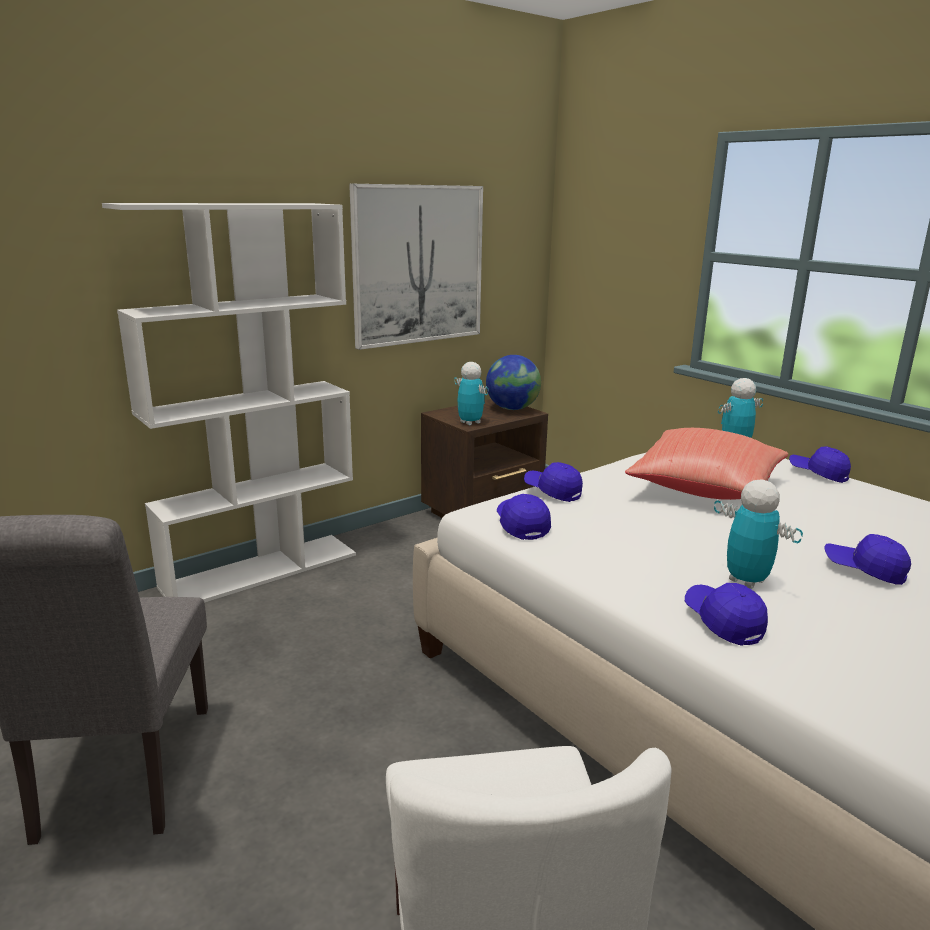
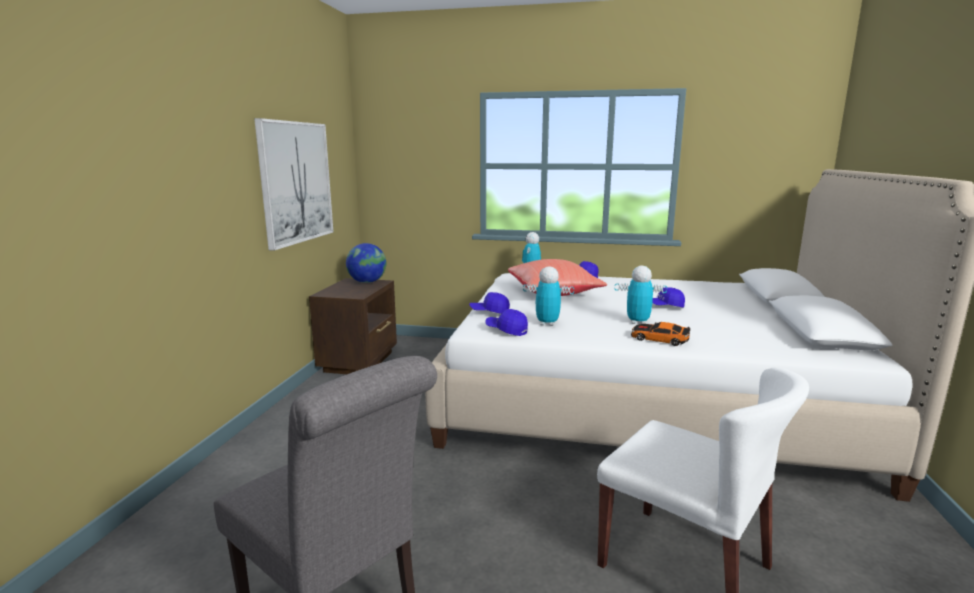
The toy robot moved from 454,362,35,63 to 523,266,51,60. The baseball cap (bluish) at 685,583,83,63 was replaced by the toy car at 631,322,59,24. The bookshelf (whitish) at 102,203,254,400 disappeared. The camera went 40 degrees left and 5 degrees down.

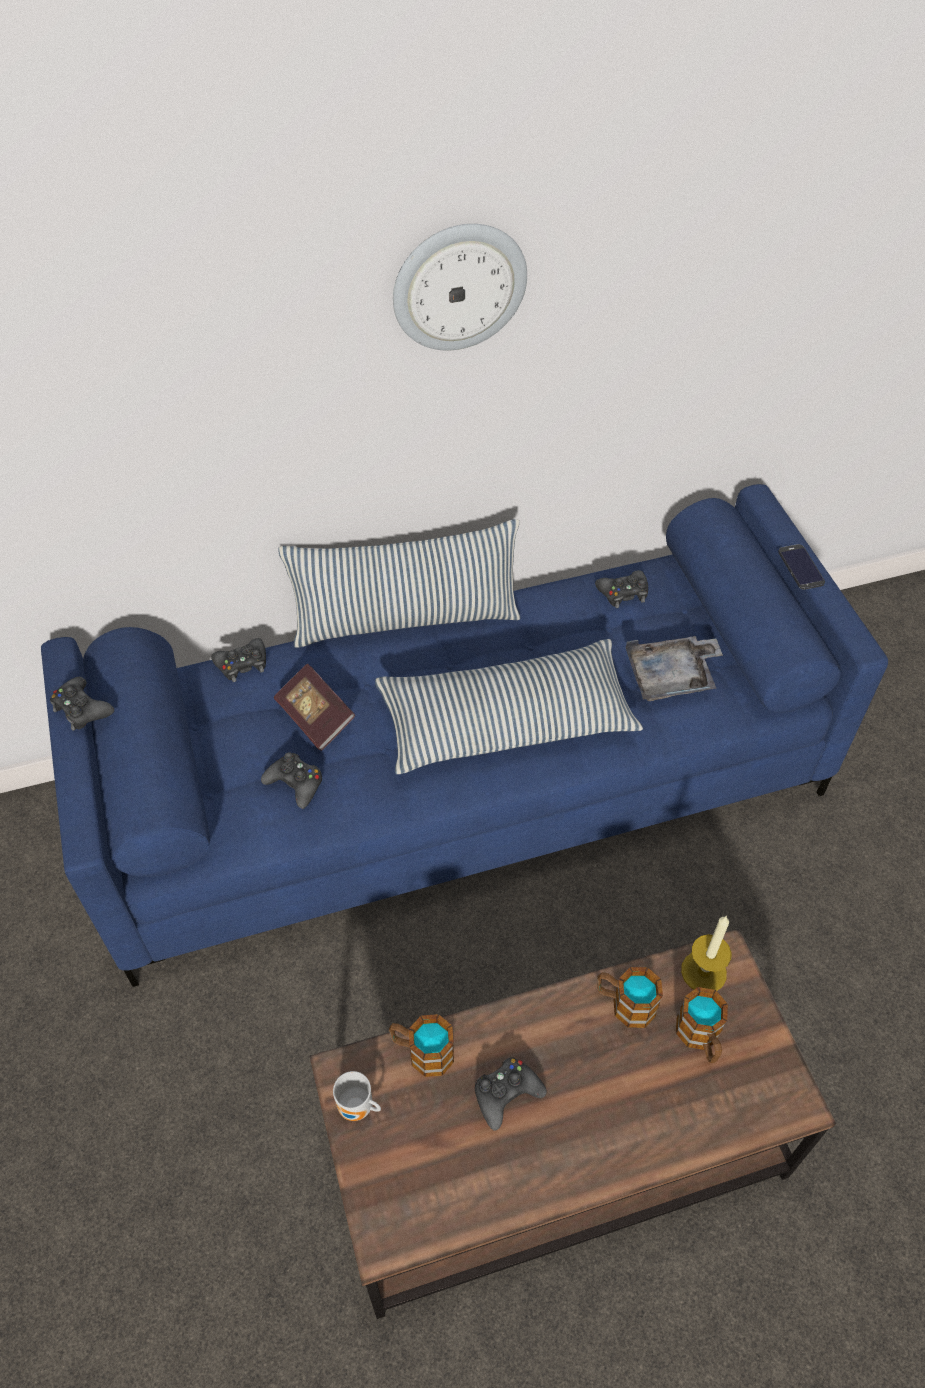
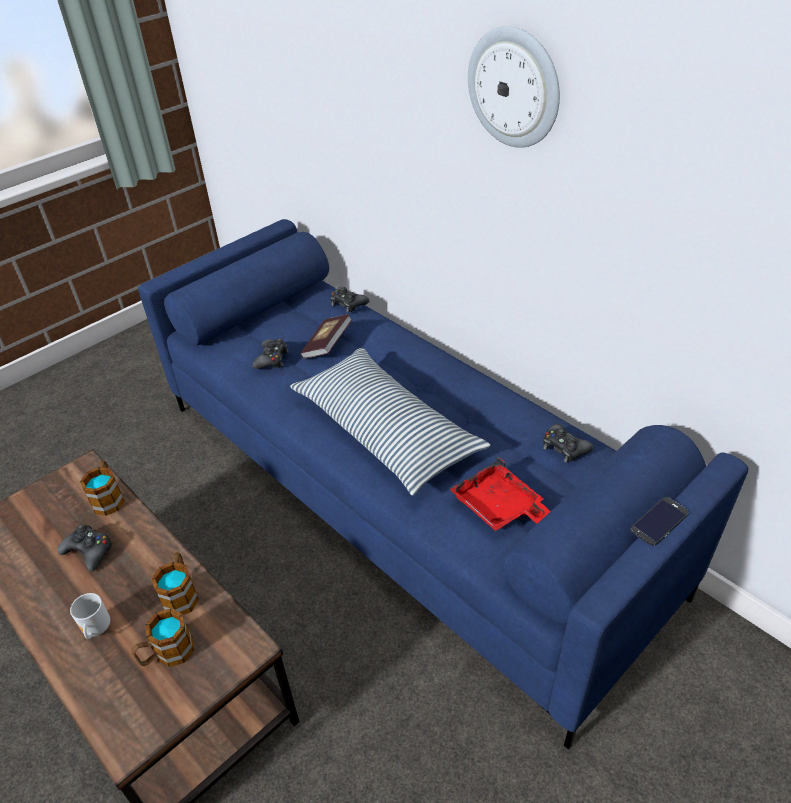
The coffee mug moved from 333,1071,48,50 to 70,593,40,47. The serving tray (gray) at 626,636,97,65 became the serving tray (red) at 449,457,102,74. The game controller (black-coloured) at 50,677,64,54 disappeared. The cushion at 278,519,243,129 disappeared. The candle at 681,915,50,76 disappeared. The camera went 65 degrees right and 10 degrees down.

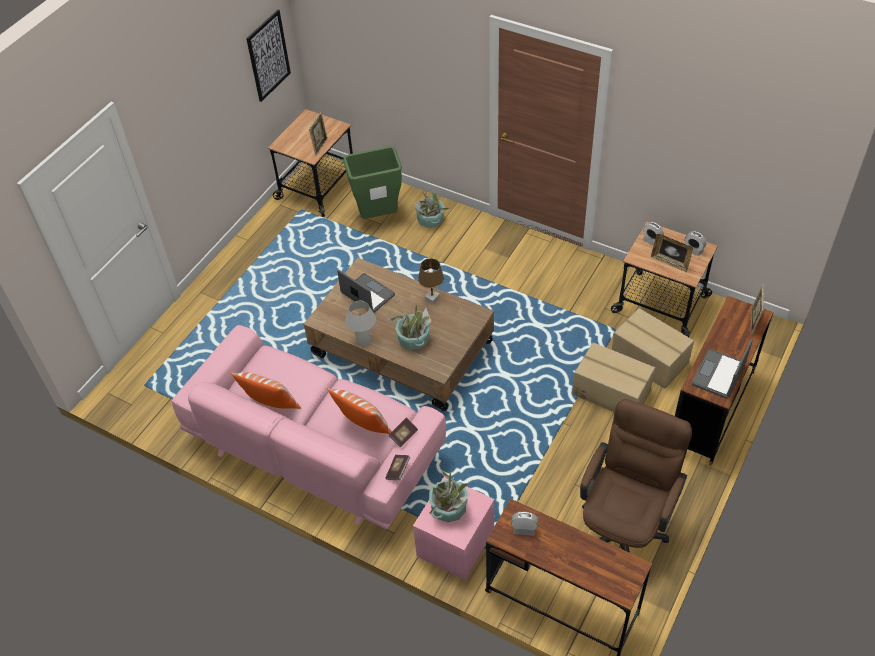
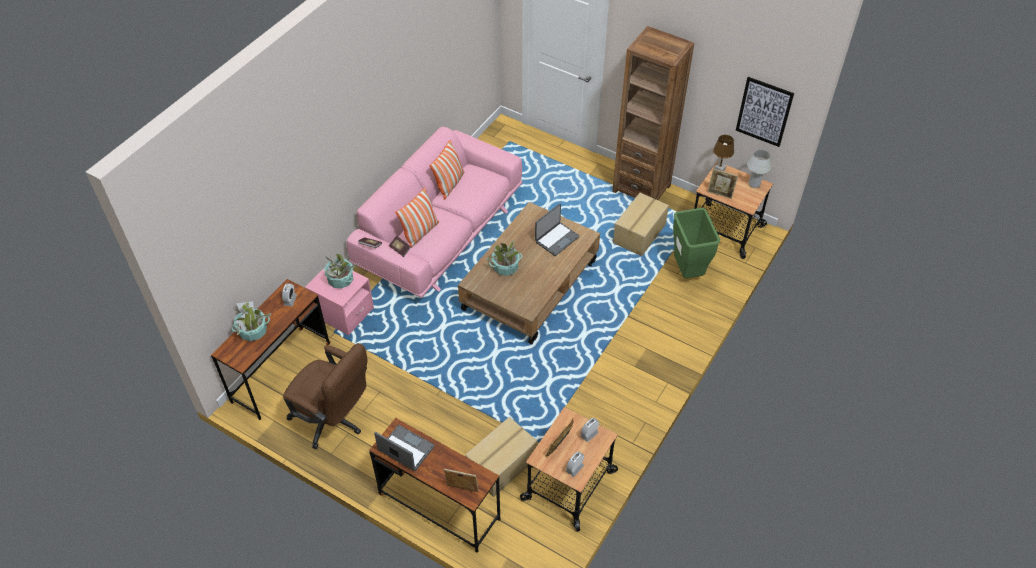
The potted plant moved from 414,192,38,36 to 231,301,40,40. The bookshelf (brown-coloured) at 612,26,82,174 appeared. The carton moved from 572,342,83,71 to 613,193,56,63. The table lamp (brown-coloured) moved from 418,258,26,47 to 713,135,21,36. The table lamp (whitish) moved from 345,301,31,45 to 747,149,24,39. The camera went 90 degrees right and 0 degrees up.

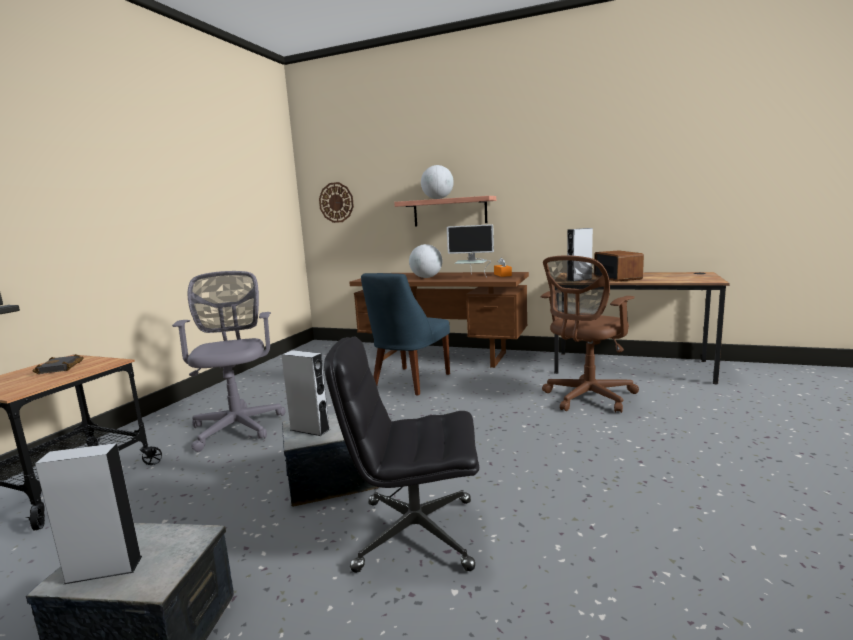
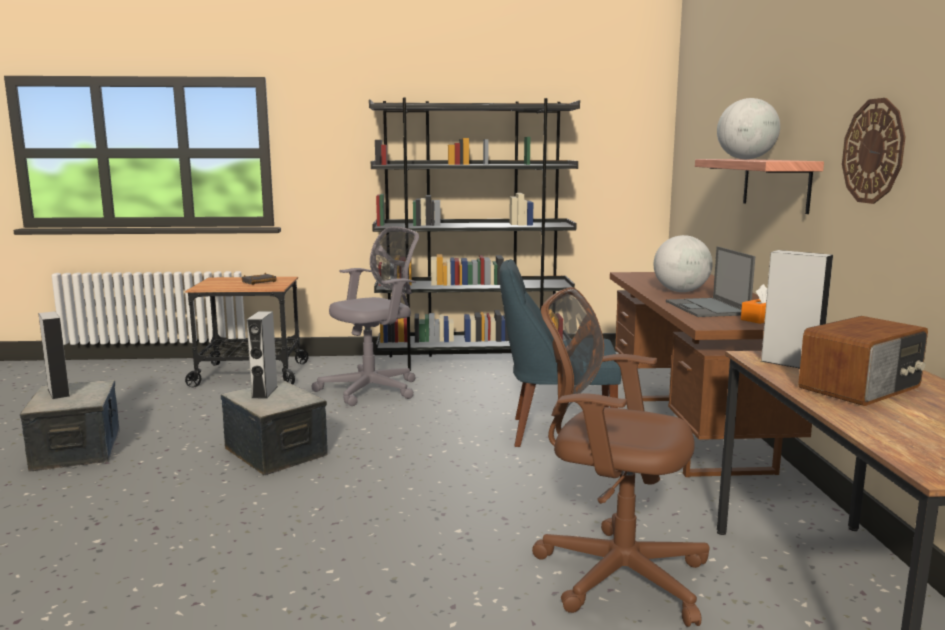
The bookshelf (black-coloured) at 369,98,211,273 appeared. The computer screen at 447,224,47,54 was replaced by the portable computer at 666,246,89,71. The wall clock moved from 319,182,35,41 to 842,98,63,106. The office chair (black-coloured) at 324,336,155,237 disappeared. The camera went 65 degrees right and 0 degrees up.

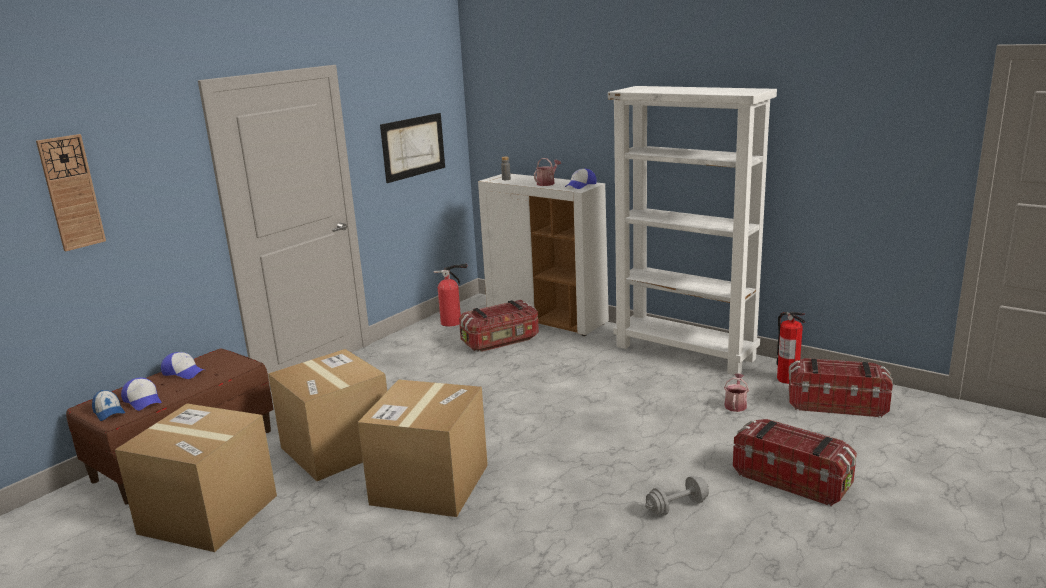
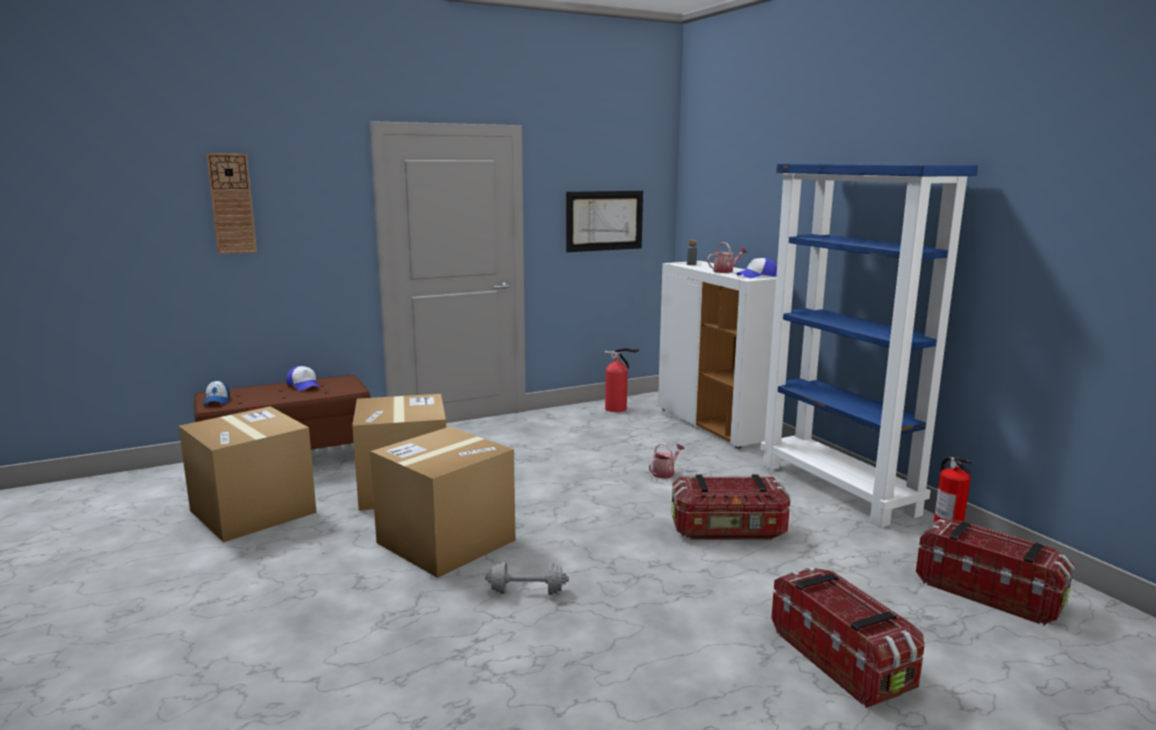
The free weight (gray) moved from 645,476,64,40 to 485,562,84,33. The watering can moved from 724,374,25,38 to 649,443,36,36. The storage bin moved from 459,300,80,52 to 671,474,119,66. The bookshelf (whitish) at 608,86,169,289 became the bookshelf (bluish) at 761,164,217,364. The baseball cap at 121,377,41,34 disappeared. The camera went 25 degrees right and 5 degrees down.

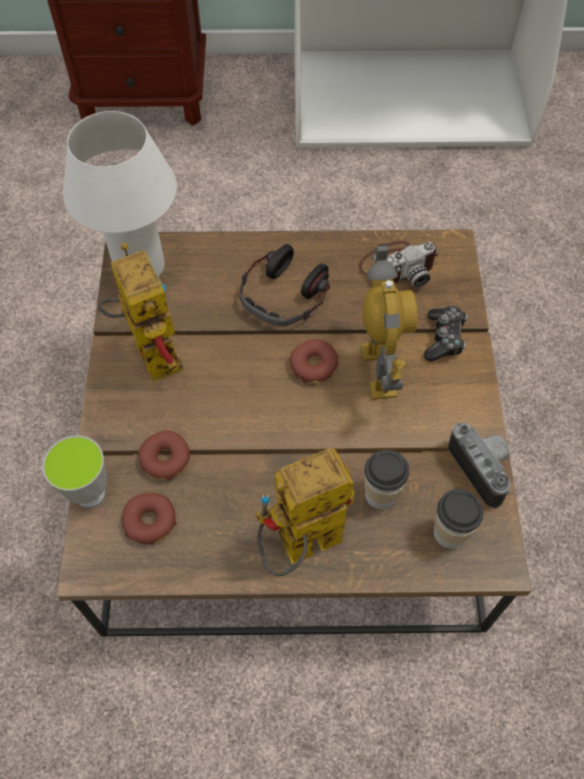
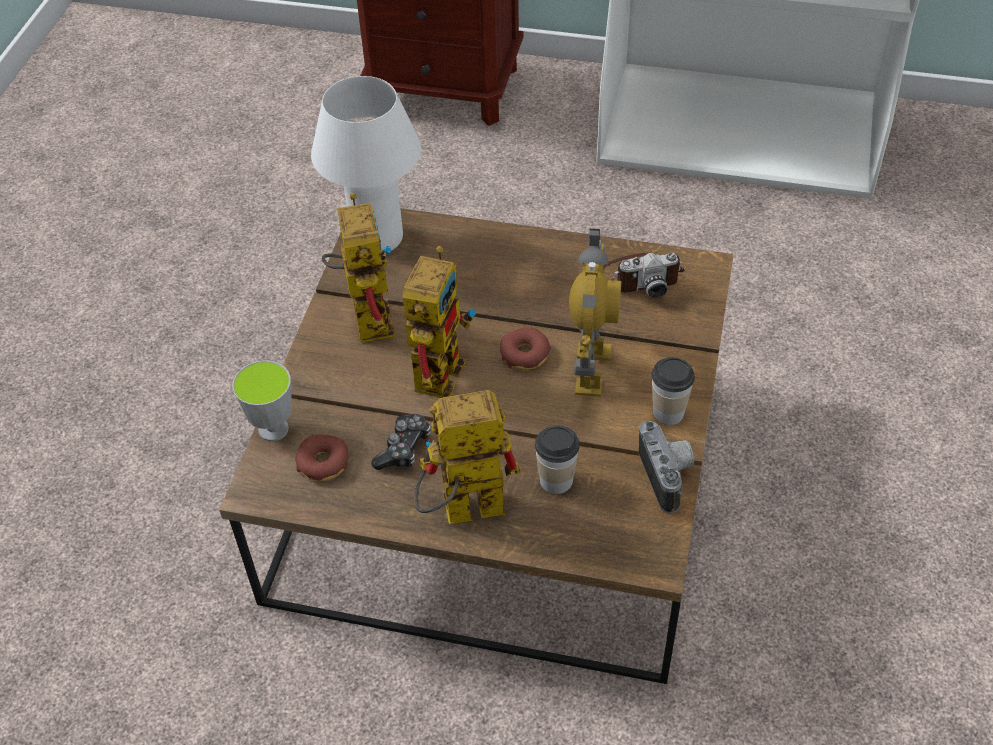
The game controller moved from 424,306,44,56 to 371,414,60,56. The toy robot at 403,246,73,152 appeared. The cup moved from 433,489,50,60 to 652,357,43,68. The ring doughnut at 138,431,53,50 disappeared. The pair of headphones at 239,244,91,82 disappeared. The camera went 15 degrees right and 10 degrees down.

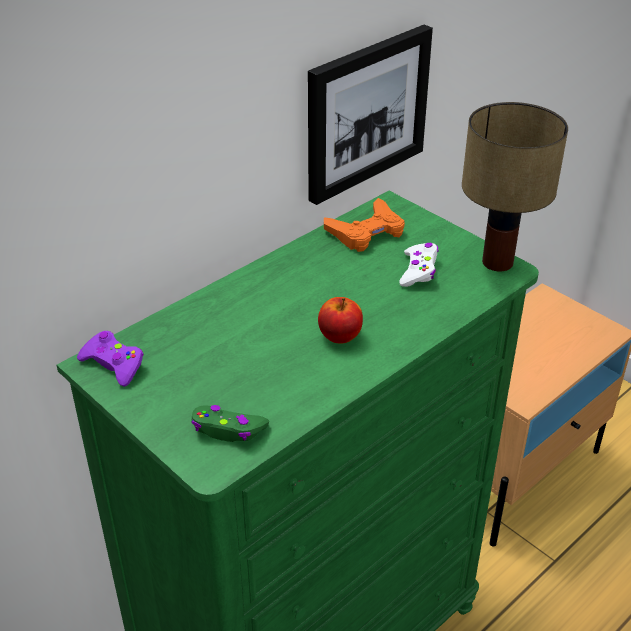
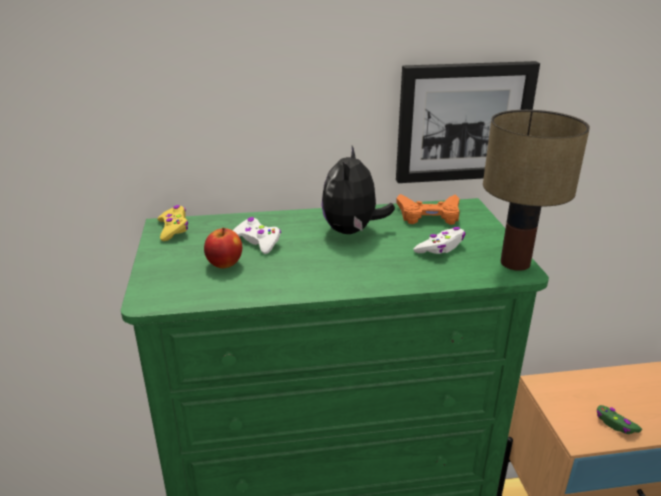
The game controller (purple) at 77,331,67,56 became the game controller (yellow) at 157,205,31,36. The apple moved from 318,297,45,46 to 204,228,38,40. The game controller (whitish) at 233,217,48,37 appeared. The plush toy at 321,146,74,88 appeared. The game controller (green-coloured) moved from 191,405,78,37 to 597,405,45,29. The camera went 35 degrees right and 10 degrees down.

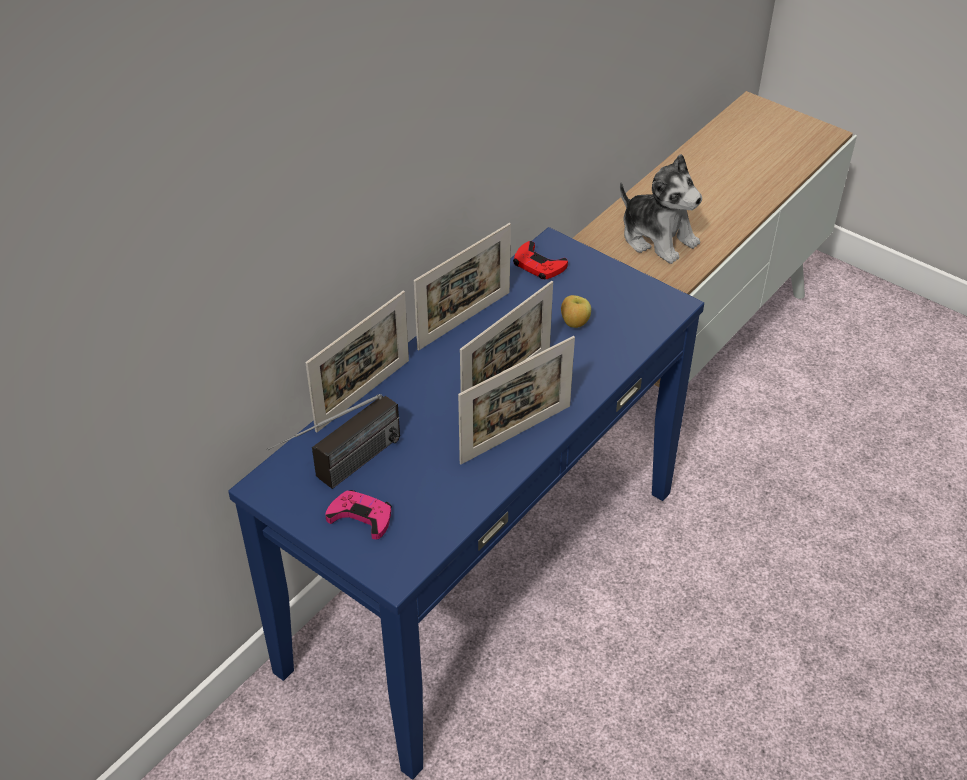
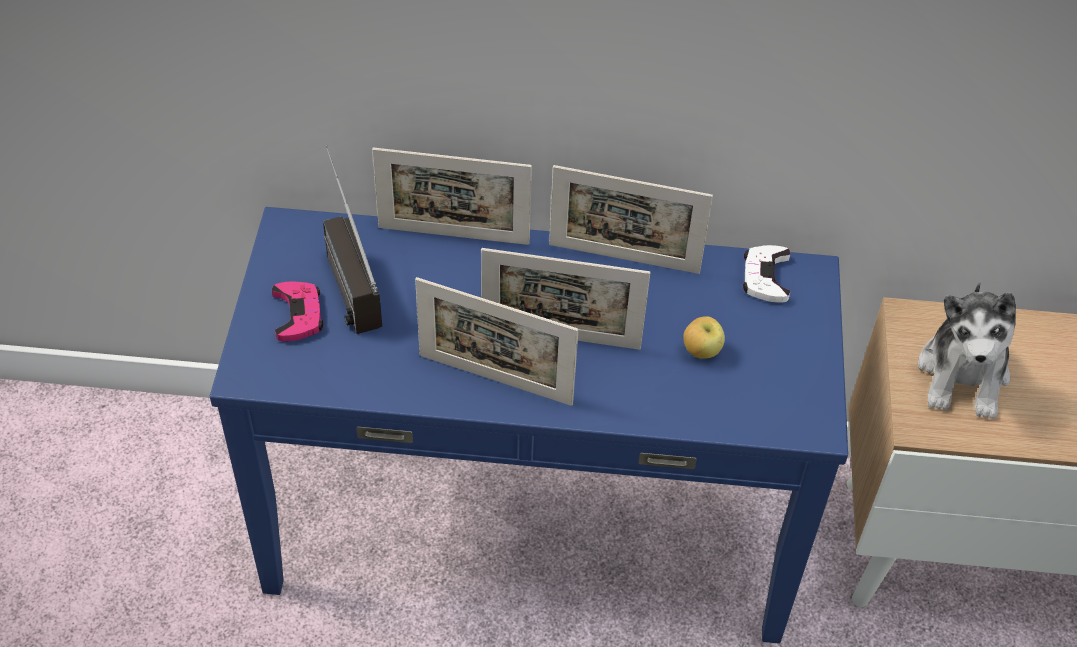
The radio receiver at 267,394,133,95 turned 60 degrees clockwise. The game controller (red) at 513,241,55,39 became the game controller (whitish) at 743,245,47,58. The camera went 55 degrees right and 5 degrees up.

